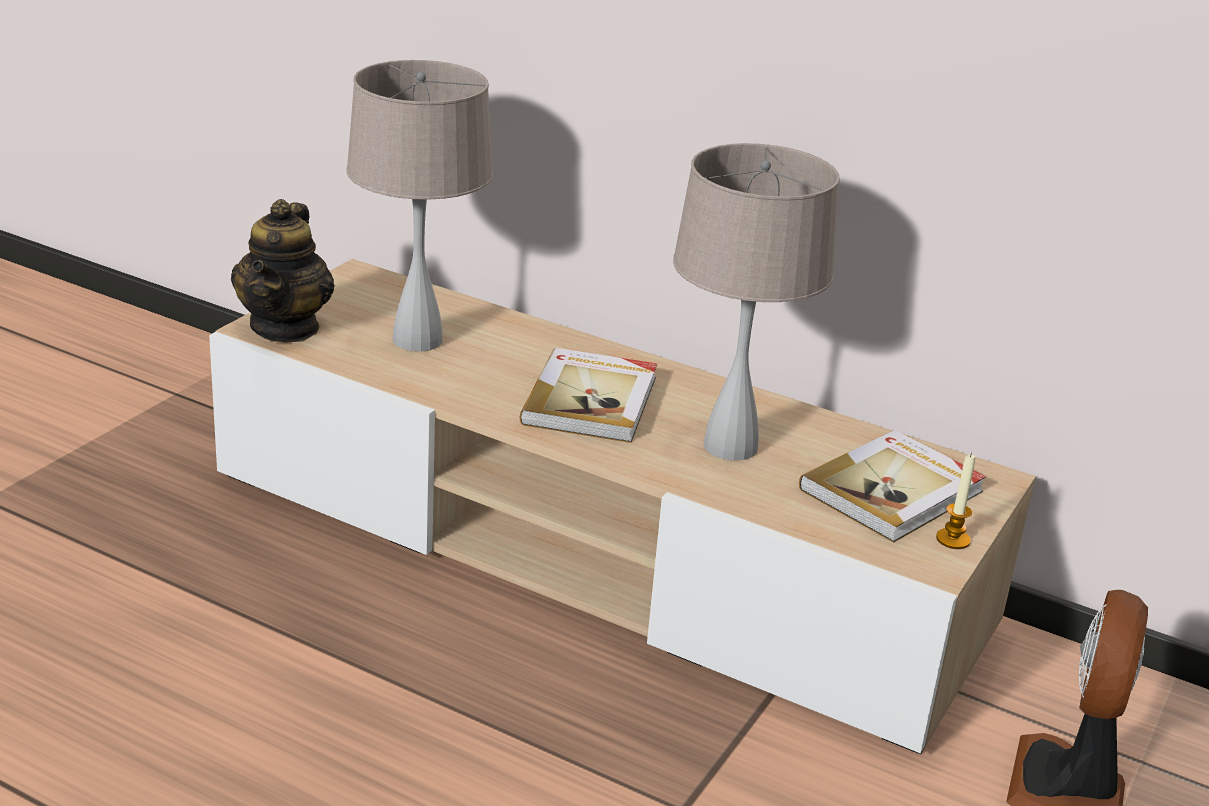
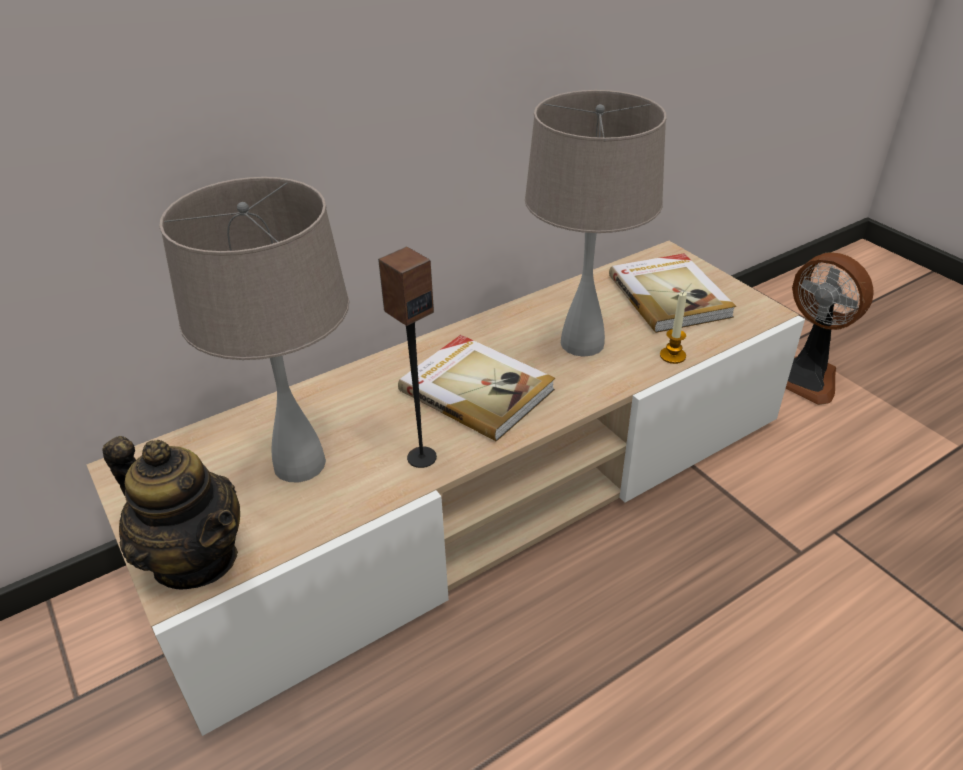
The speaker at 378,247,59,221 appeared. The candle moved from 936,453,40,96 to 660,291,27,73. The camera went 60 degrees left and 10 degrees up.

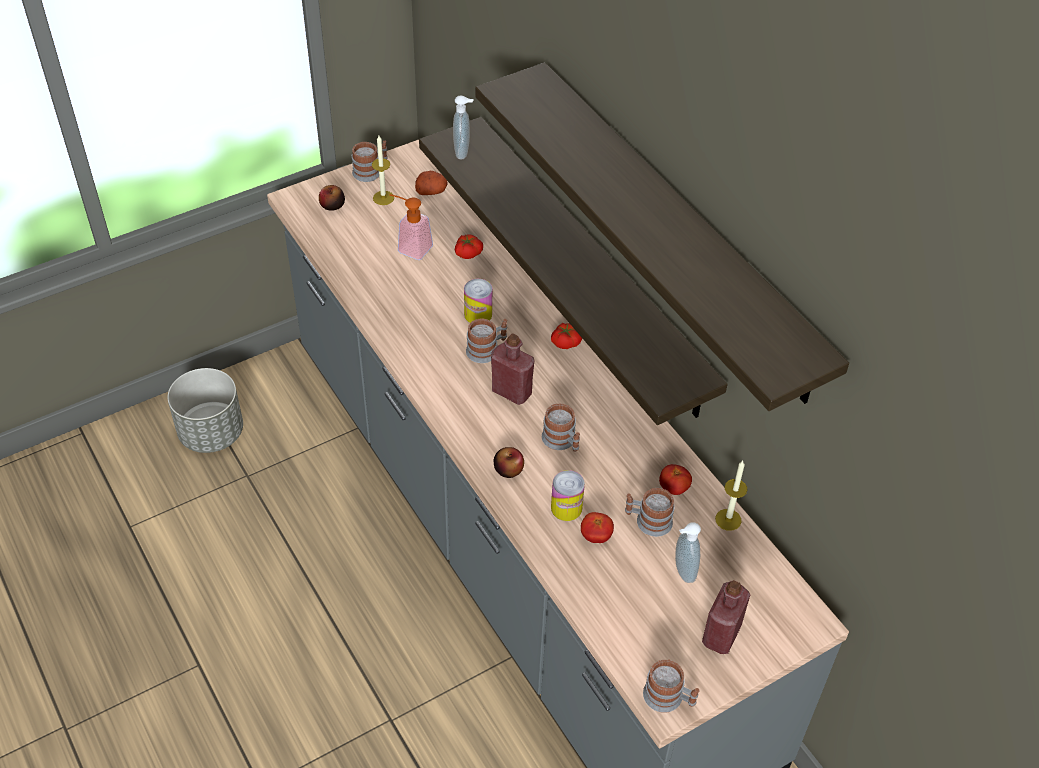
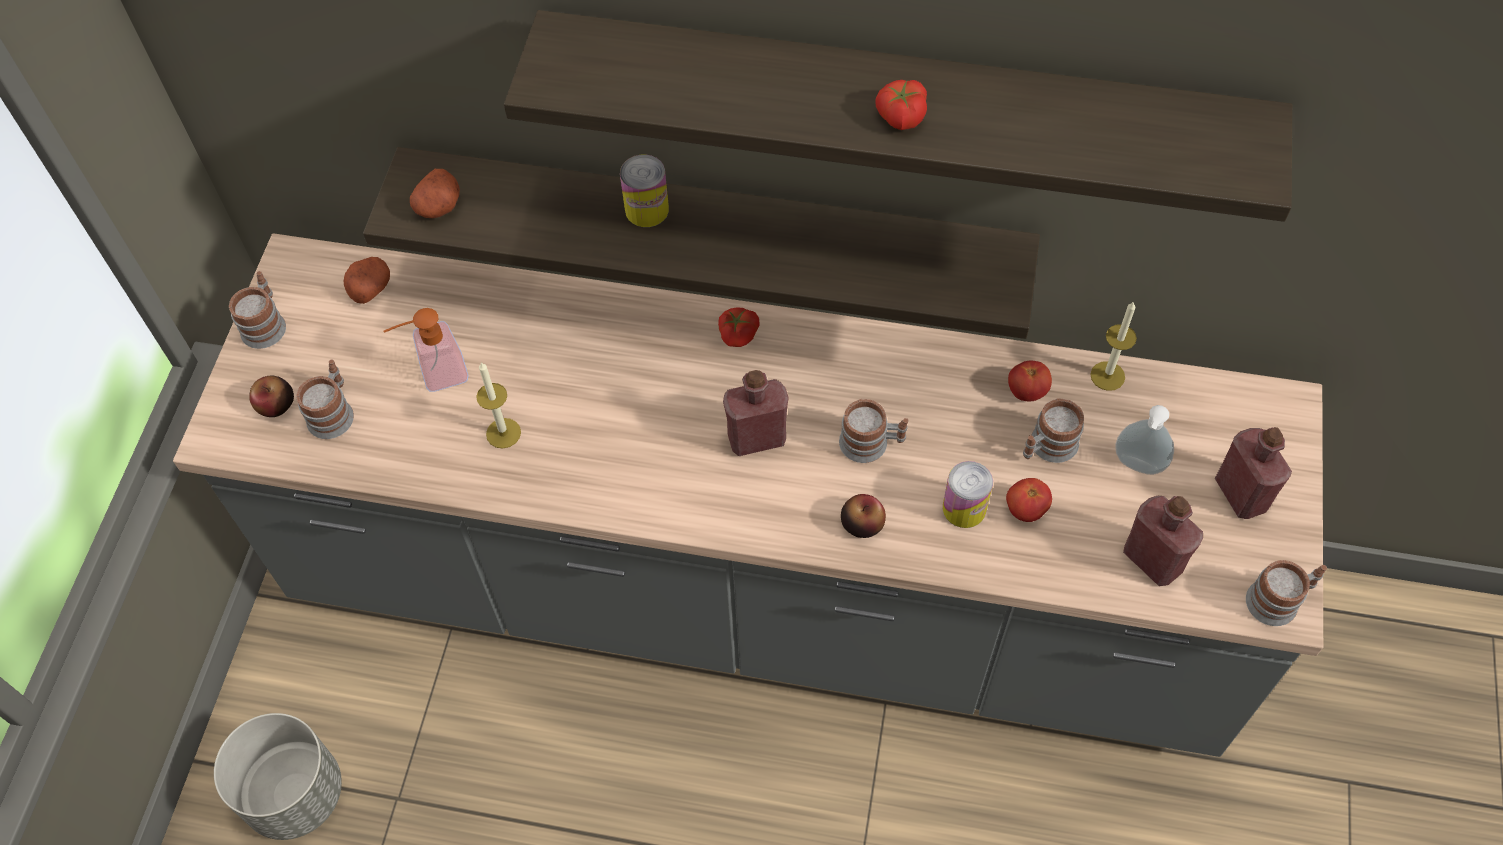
The coffee mug moved from 466,319,41,44 to 296,359,58,80. The liquid soap bottle at 453,96,20,63 was replaced by the potato at 410,169,50,49. The candle moved from 372,136,22,69 to 476,362,45,86. The can moved from 464,279,28,44 to 620,155,49,72. The tomato moved from 455,234,28,25 to 875,80,52,50. The beverage bottle (red) at 1123,496,80,90 appeared. The camera went 45 degrees left and 10 degrees up.

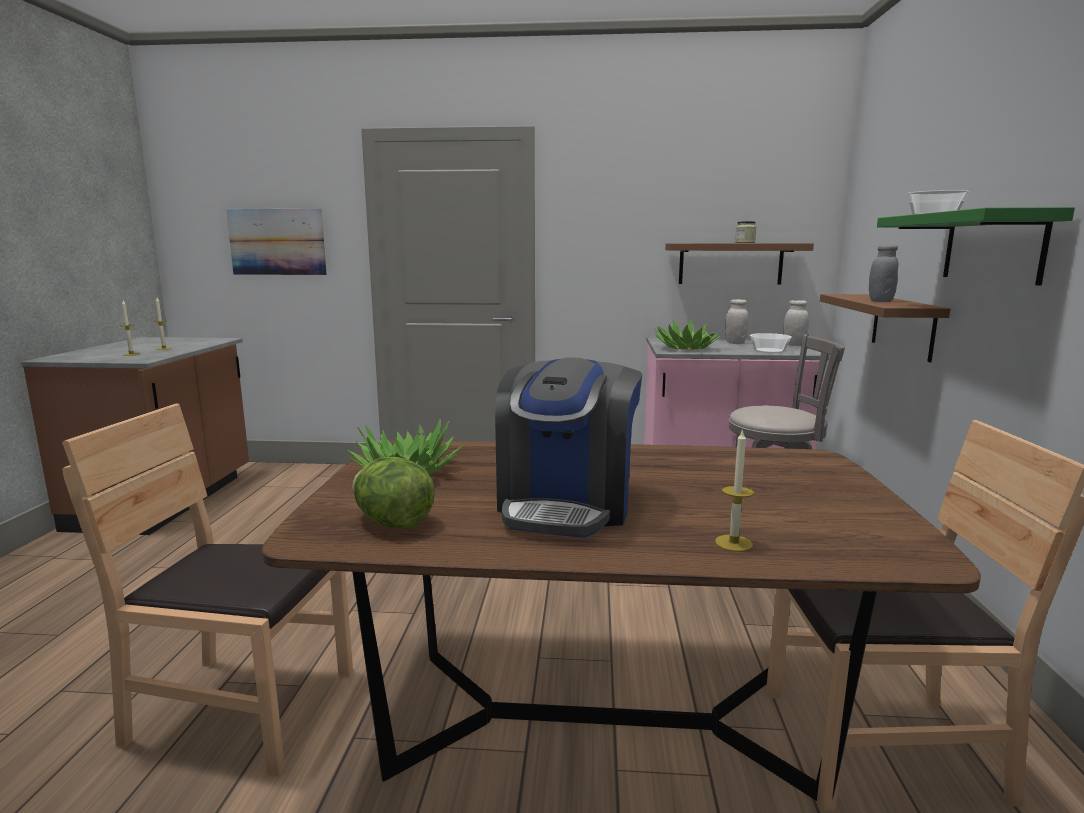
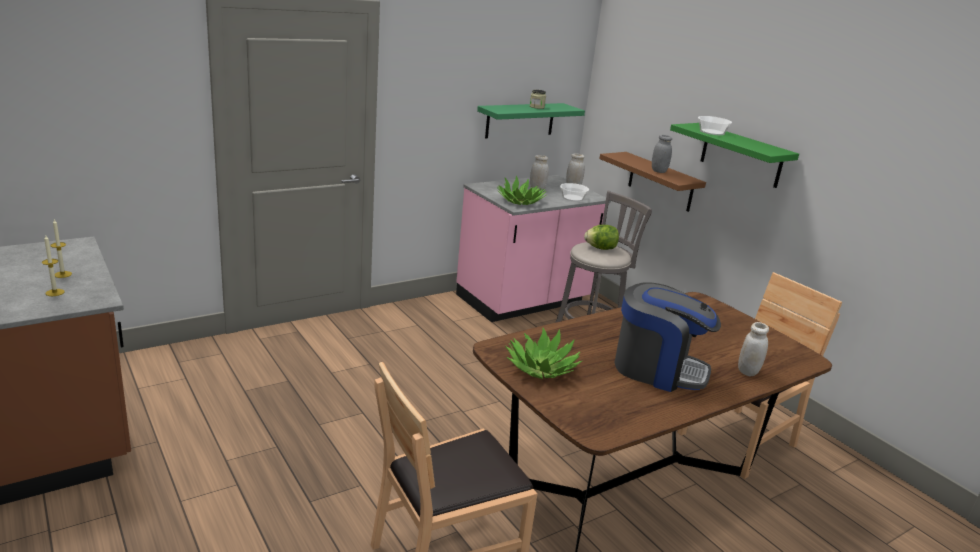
The shelf (brown-coloured) at 665,243,149,41 became the shelf (green-coloured) at 477,103,108,35. The lettuce head moved from 352,457,83,72 to 584,225,35,25. The coffee machine at 495,357,147,181 turned 45 degrees counterclockwise. The candle at 715,429,39,123 was replaced by the storage jar (whitish) at 738,322,31,55. The picture at 226,209,101,66 disappeared. The camera went 40 degrees left and 10 degrees up.

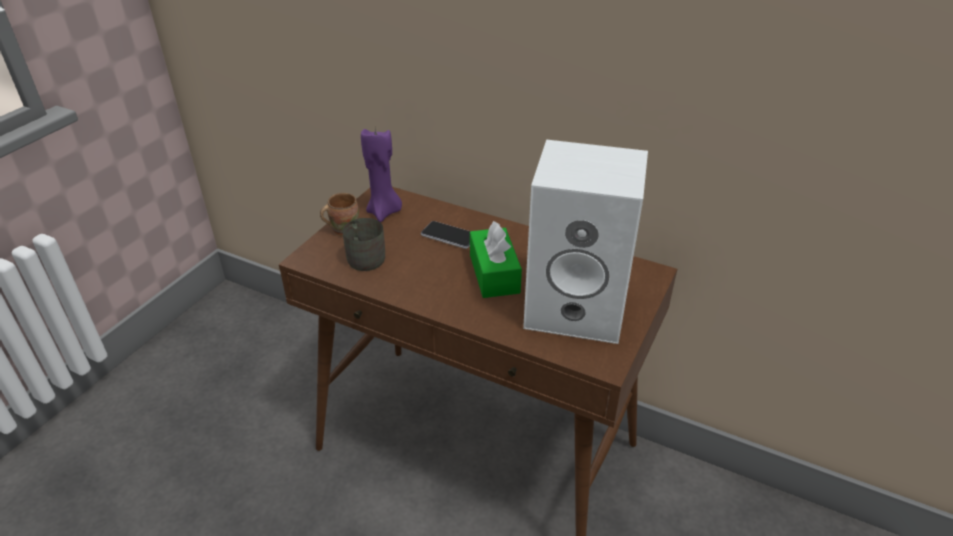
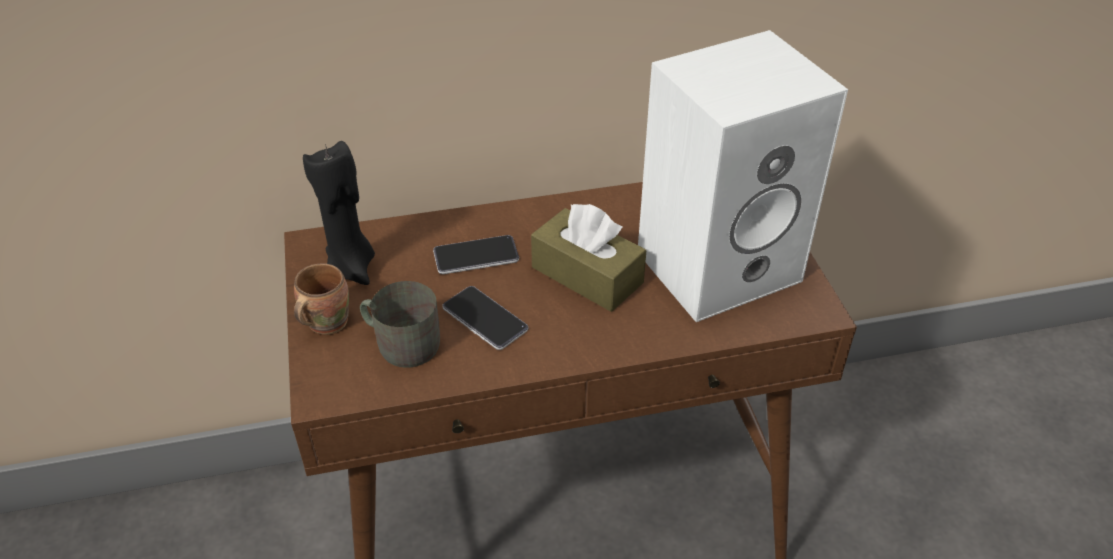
The candle (purple) at 361,129,41,93 became the candle (black-coloured) at 303,141,72,144. The telephone at 442,286,86,64 appeared. The tissue holder (green-coloured) at 470,221,52,77 became the tissue holder (brown-coloured) at 531,204,115,108. The camera went 40 degrees left and 5 degrees up.

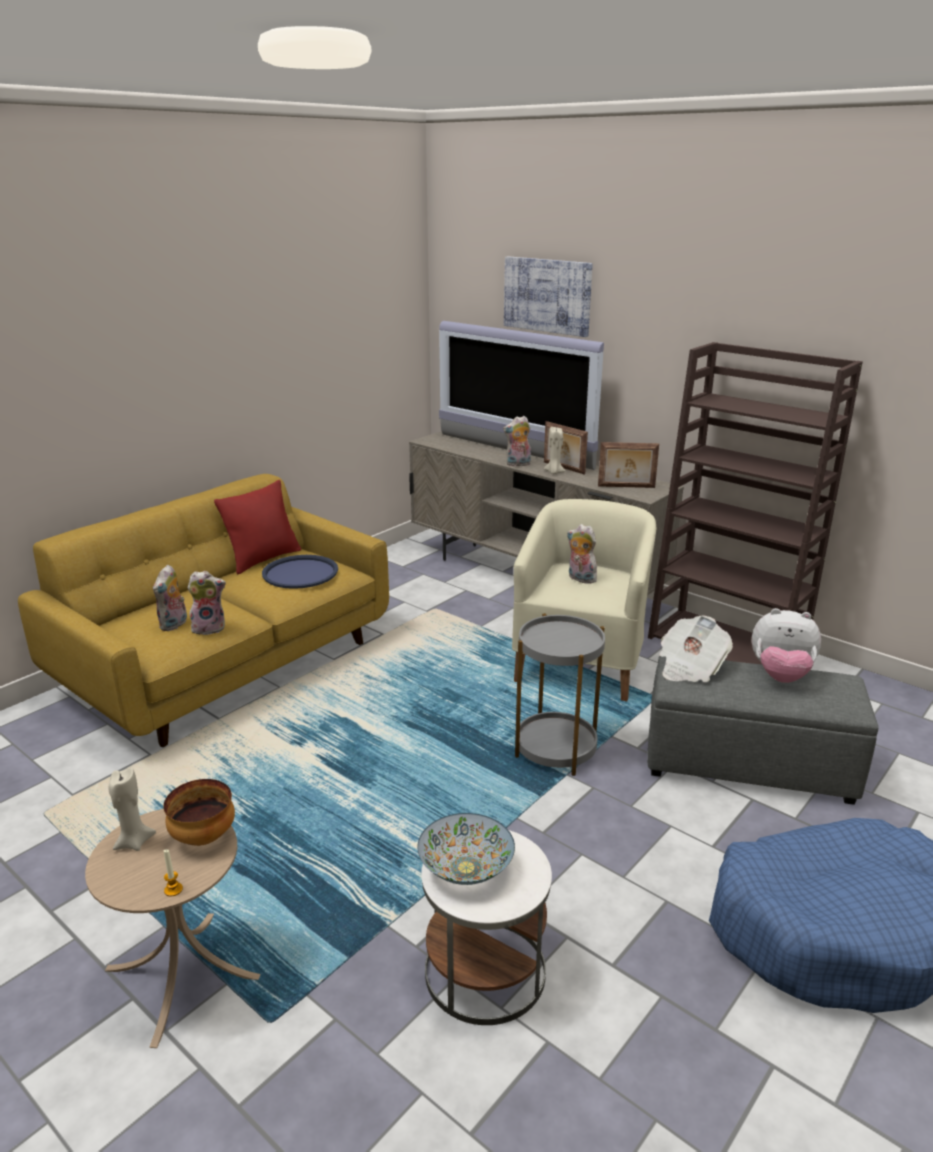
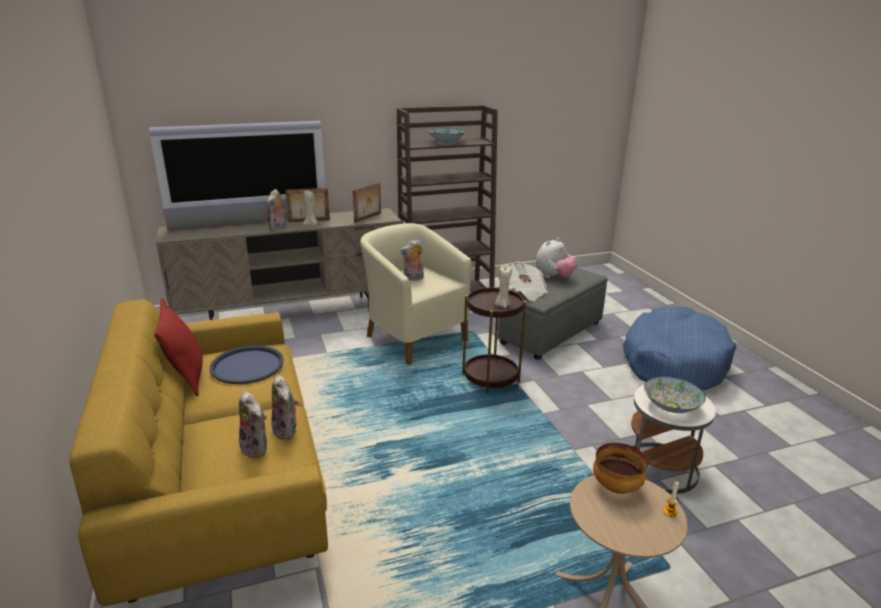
The plush toy at 187,571,39,64 turned 135 degrees clockwise. The serving bowl at 428,128,37,16 appeared. The end table (gray) at 515,613,90,163 became the end table (brown-coloured) at 462,286,64,107. The candle (sand-coloured) moved from 109,767,47,84 to 495,264,17,44. The picture at 504,256,89,81 disappeared. The camera went 60 degrees left and 0 degrees up.

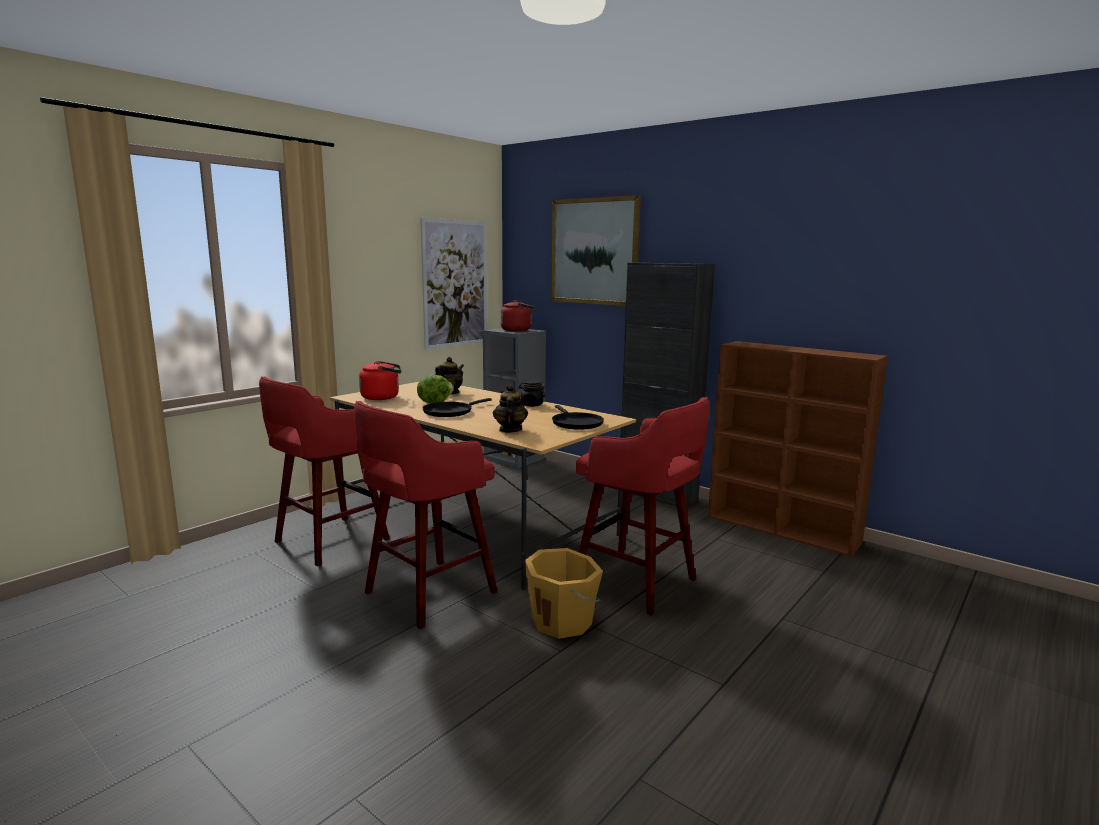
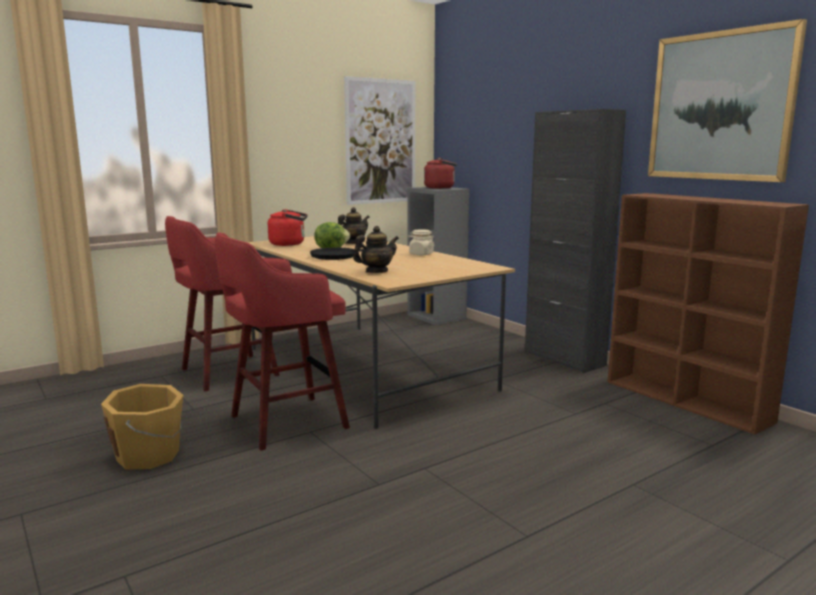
The water bucket (orangey) moved from 525,548,78,91 to 101,384,83,86. The tea pot at 493,384,35,49 turned 45 degrees clockwise. The storage jar (black-coloured) at 518,380,27,27 became the storage jar (sand-coloured) at 408,229,26,26. The picture moved from 551,195,90,111 to 648,19,159,163. The skillet (black-coloured) at 552,405,52,25 disappeared. The stool seat (red) at 576,397,133,219 disappeared. The camera went 15 degrees right and 0 degrees up.

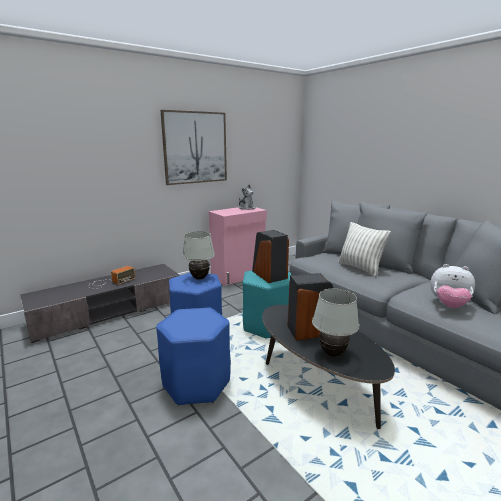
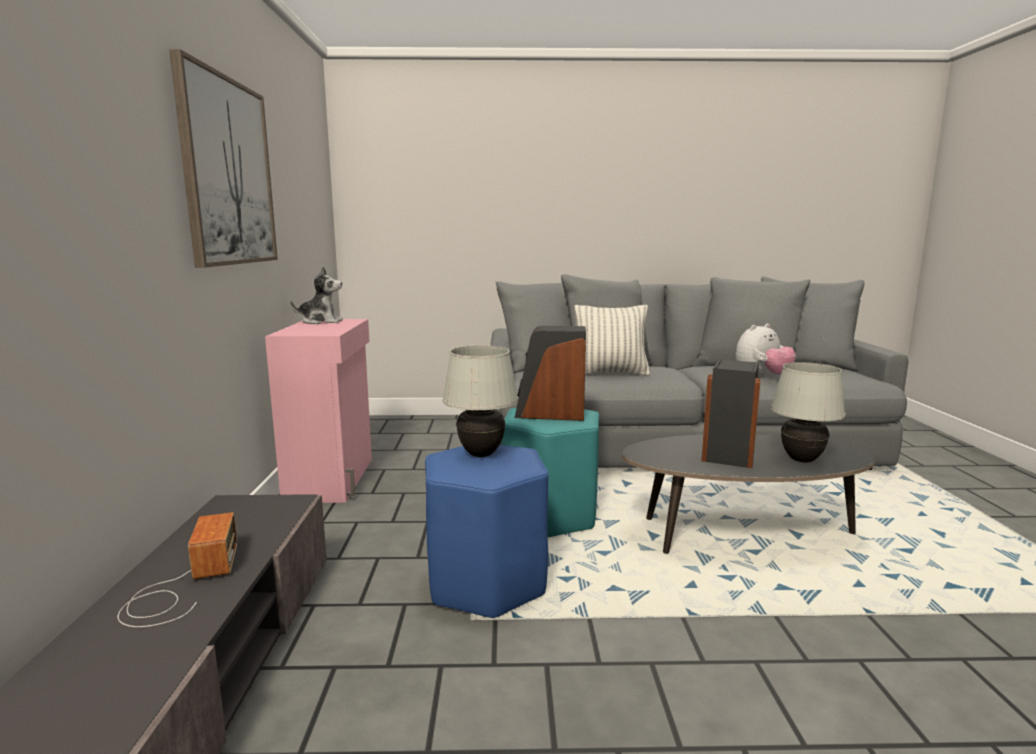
The stool seat (bluish) at 156,307,75,98 disappeared. The camera went 55 degrees left and 5 degrees down.

